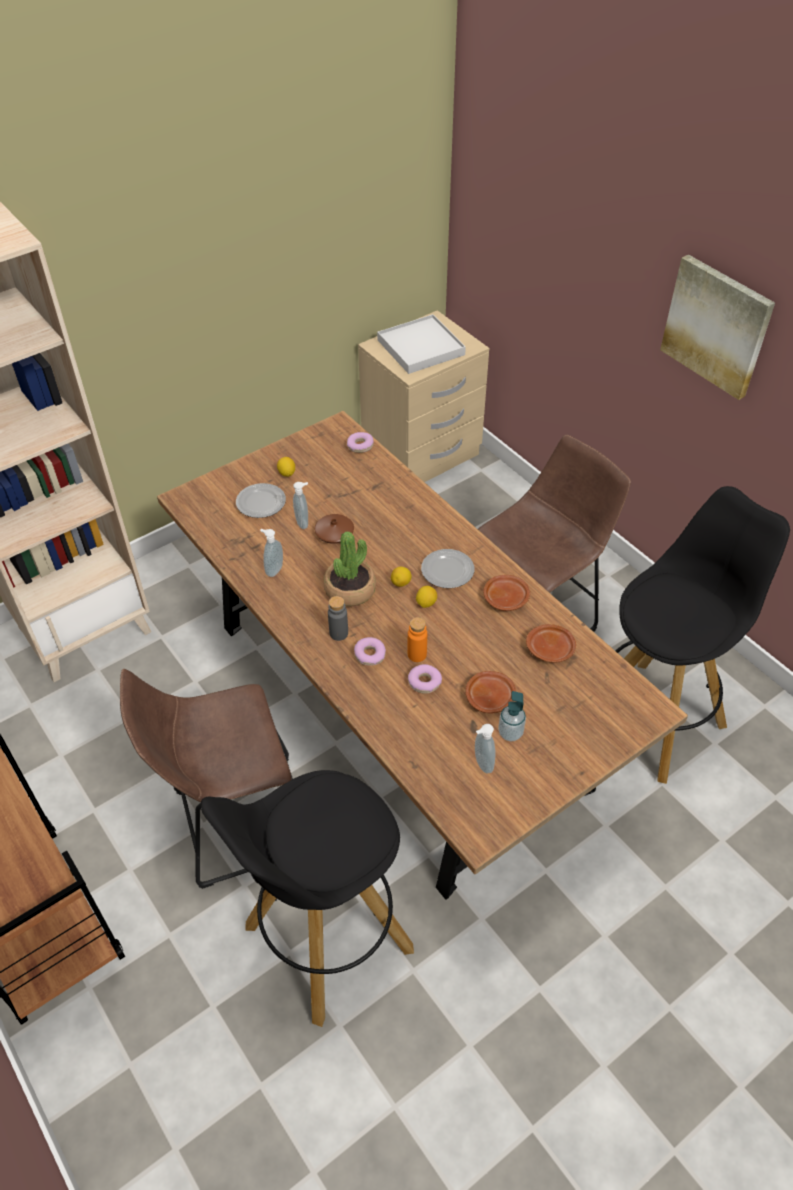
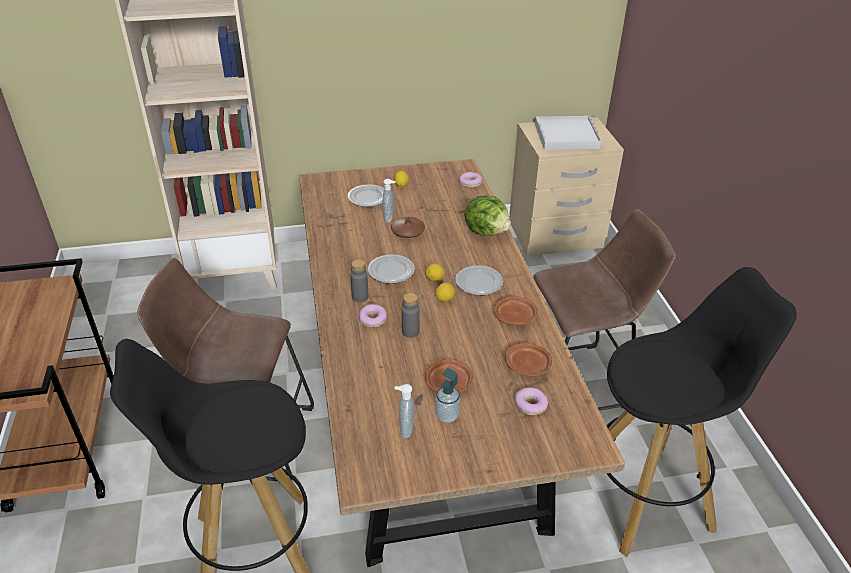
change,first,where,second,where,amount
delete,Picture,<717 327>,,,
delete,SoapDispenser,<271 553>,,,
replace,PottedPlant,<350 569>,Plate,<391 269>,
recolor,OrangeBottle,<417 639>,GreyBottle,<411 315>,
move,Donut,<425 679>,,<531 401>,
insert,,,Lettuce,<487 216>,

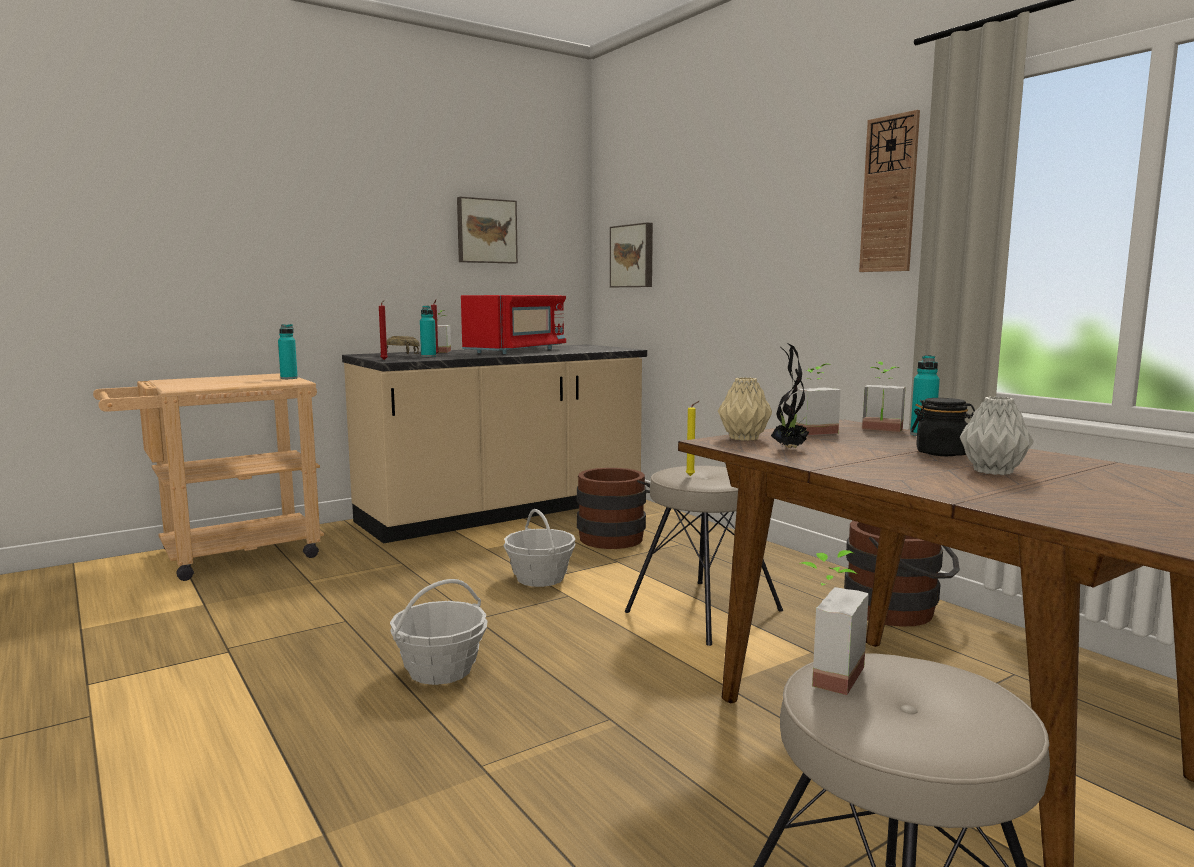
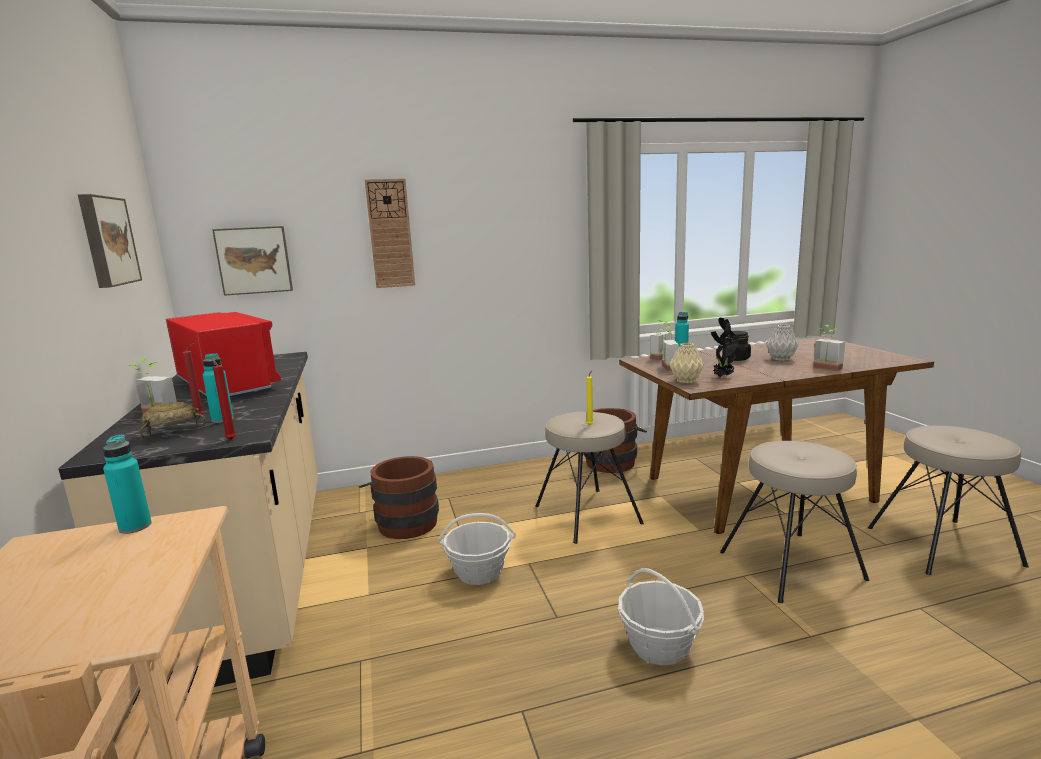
change,first,where,second,where,amount
move,WallClock,<889 191>,,<390 233>,
move,PottedPlant,<835 622>,,<829 348>,
insert,,,BeigeStool,<795 522>,

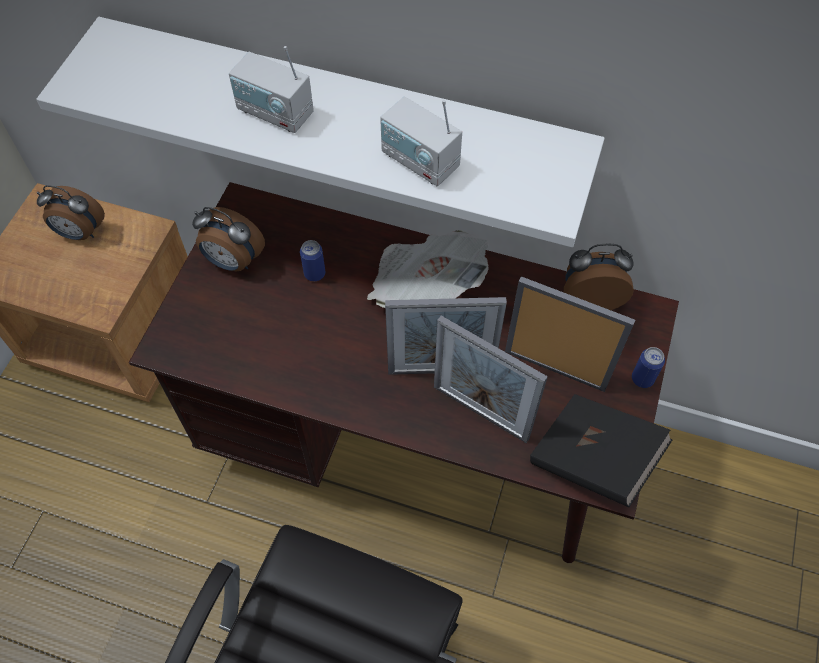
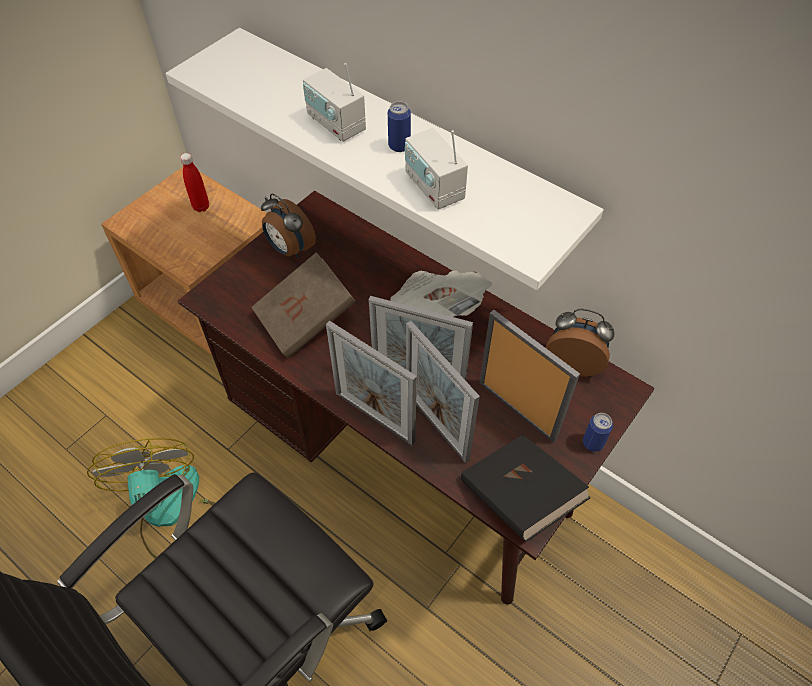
change,first,where,second,where,amount
replace,AlarmClock,<71 212>,RedBottle,<194 182>,
move,Can,<312 260>,,<399 126>,
insert,,,BrownBook,<303 305>,
insert,,,PictureFrame,<371 383>,
insert,,,Fan,<151 498>,

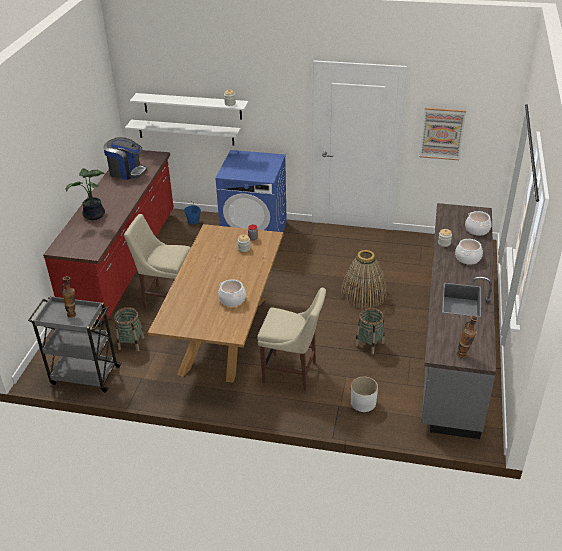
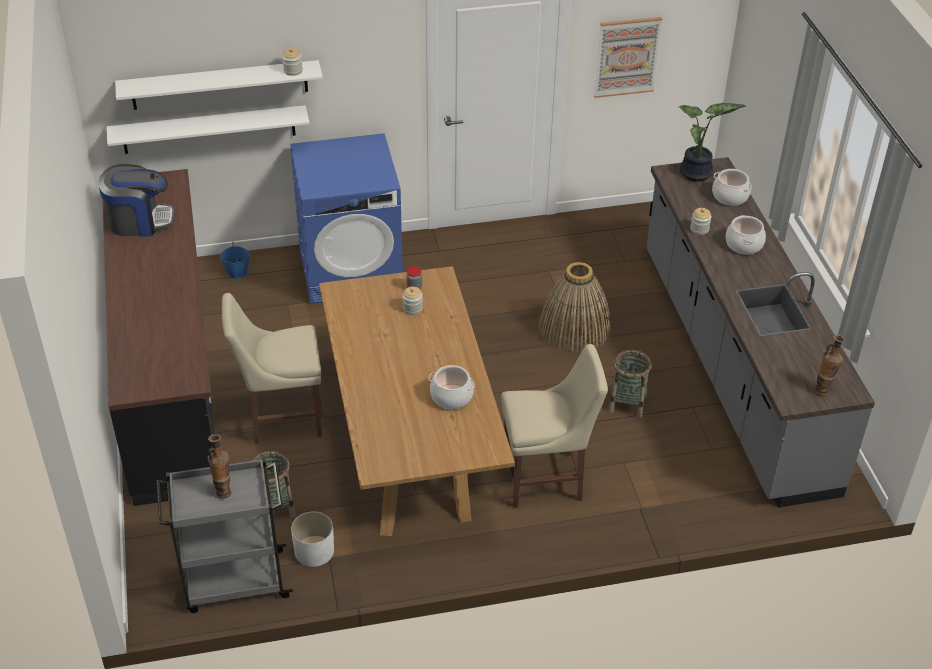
change,first,where,second,where,amount
recolor,RedCounter,<108 238>,BlackCounter,<158 337>,
move,PottedPlant,<85 194>,,<712 142>,
move,WhitePlanter,<364 394>,,<312 539>,

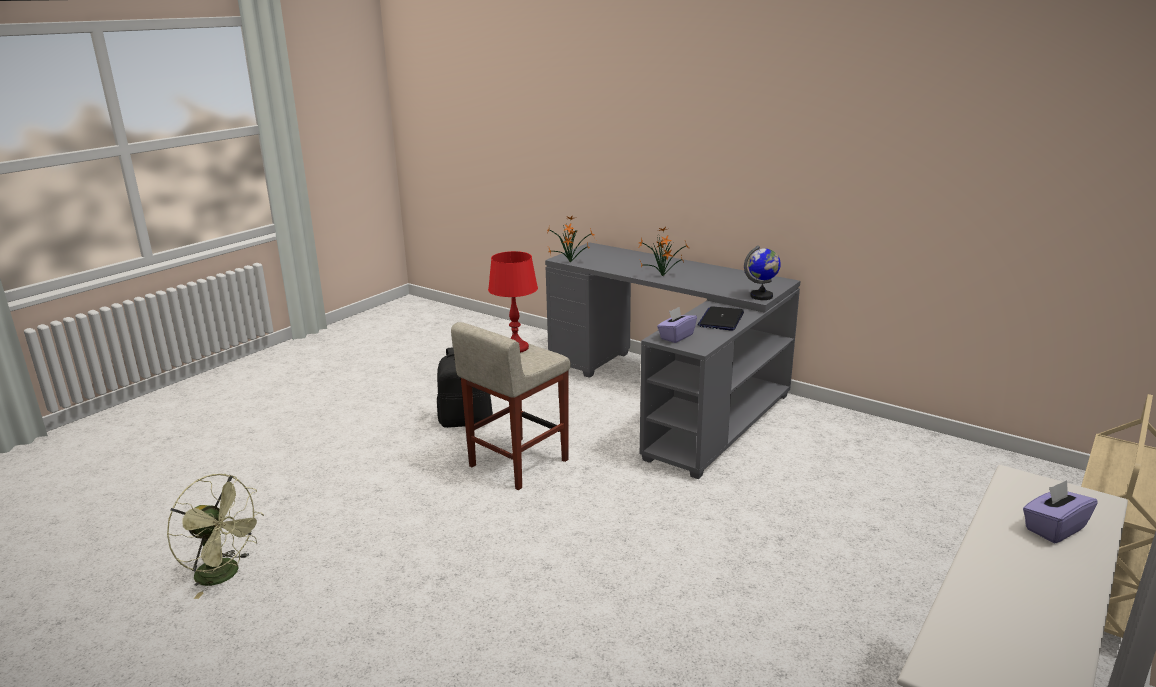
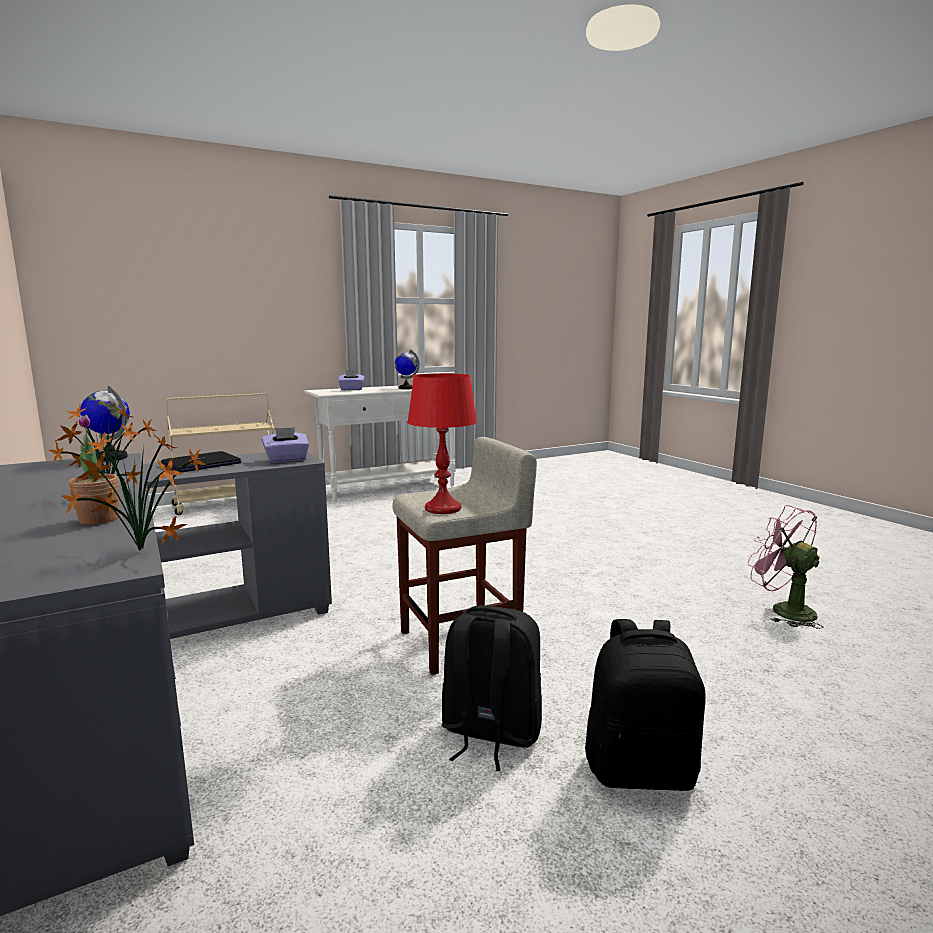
change,first,where,second,where,amount
recolor,GreenFan,<215 536>,PinkFan,<786 567>,
insert,,,Globe,<407 369>,
insert,,,PottedPlant,<94 470>,
insert,,,BlackBackpack,<645 705>,

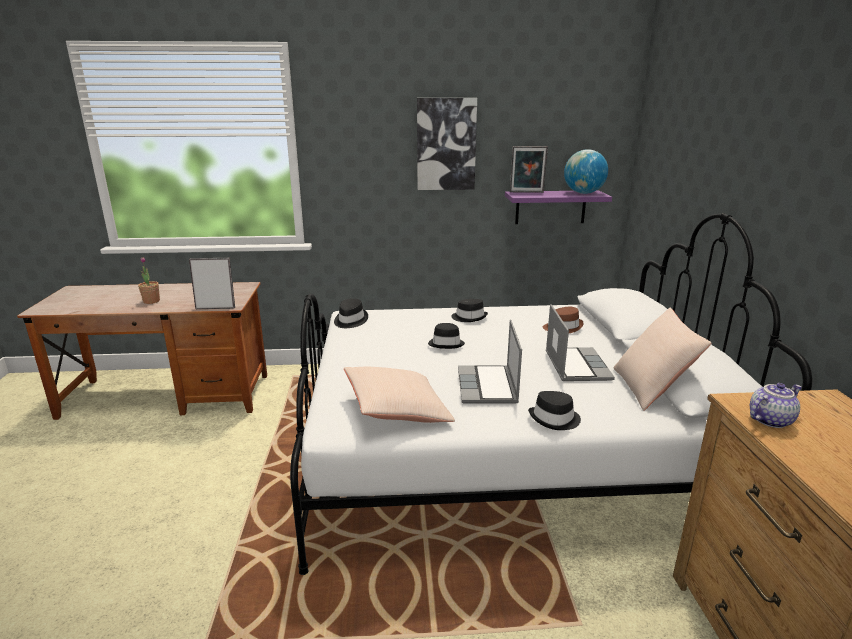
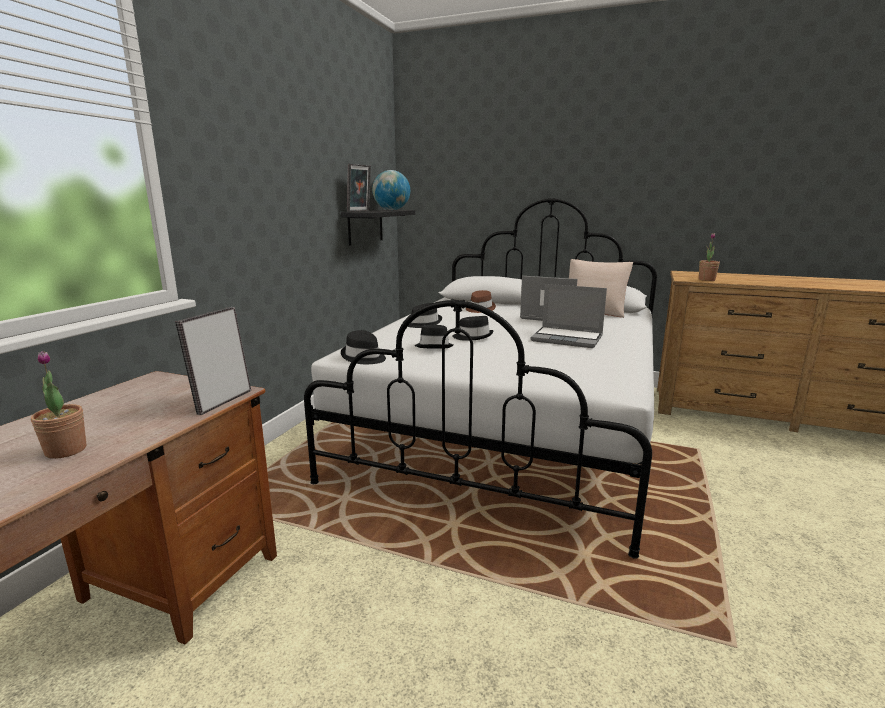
change,first,where,second,where,amount
delete,Picture,<447 144>,,,
recolor,PurpleShelf,<558 207>,BlackShelf,<378 228>,
delete,BeigePillow,<399 395>,,,
replace,Teapot,<776 405>,PottedPlant,<709 257>,
move,BlackHat,<554 410>,,<434 337>,

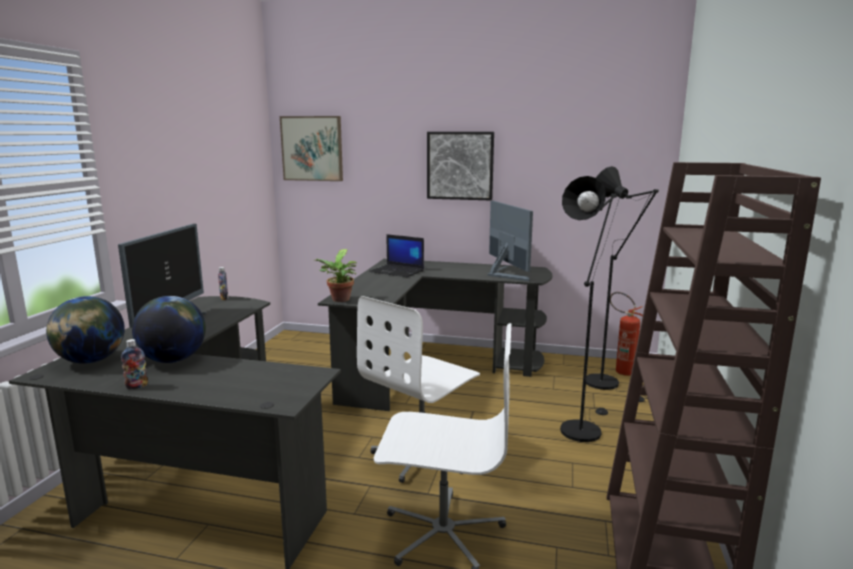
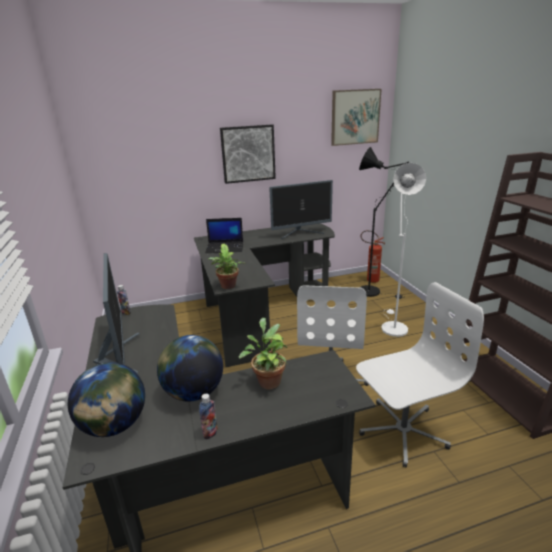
change,first,where,second,where,amount
move,Picture,<311 148>,,<356 117>,
recolor,BlackFloorLamp,<590 309>,WhiteFloorLamp,<403 250>,
rotate,Monitor,<510 241>,,<301 209>,120 degrees clockwise
insert,,,PottedPlant,<263 353>,

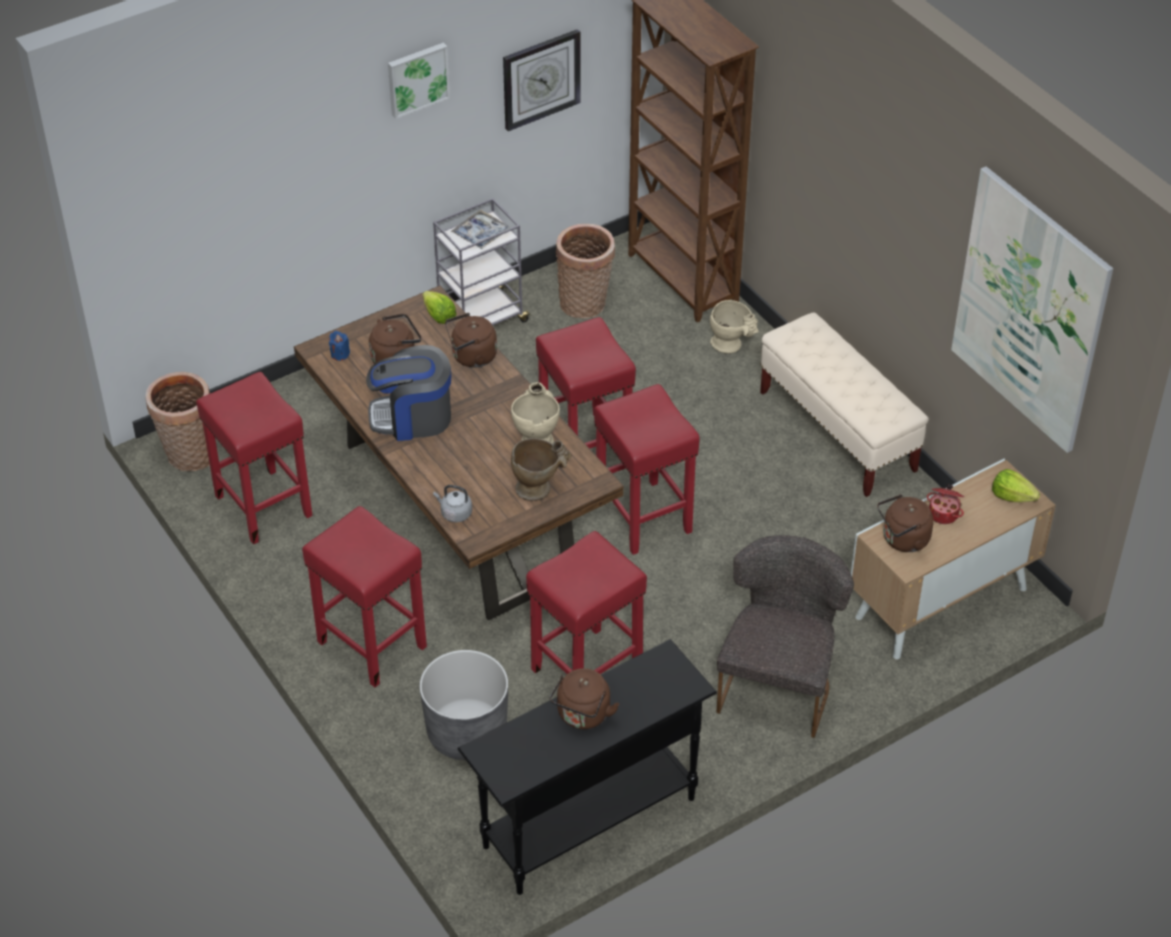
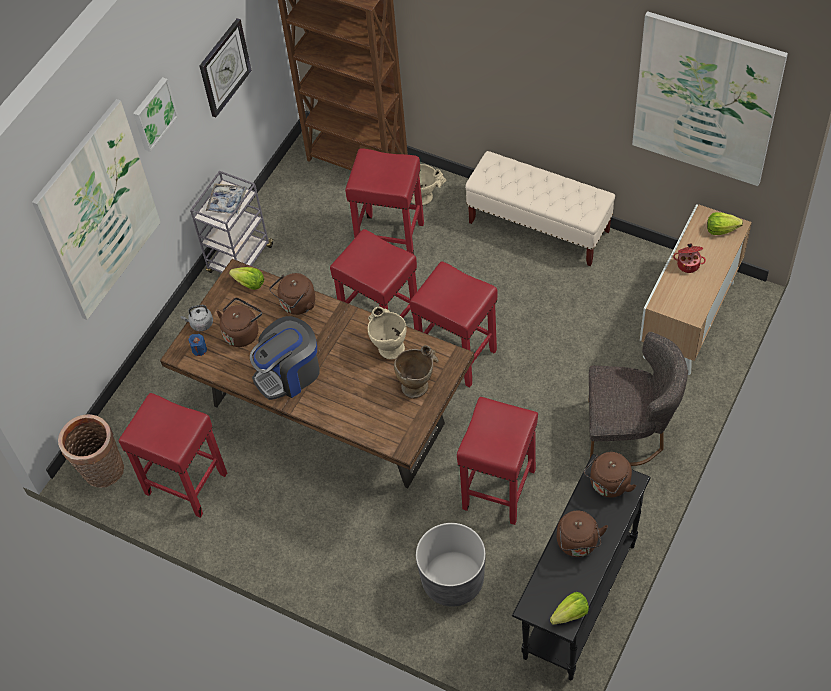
change,first,where,second,where,amount
delete,Basket,<585 271>,,,
move,GreyKettle,<452 503>,,<196 318>,
move,BrownKettle,<905 523>,,<610 474>,
move,RedStool,<364 596>,,<384 201>,
rotate,GreyChair,<785 636>,,<638 399>,105 degrees clockwise
insert,,,Picture,<96 209>,
insert,,,Lettuce,<569 608>,

